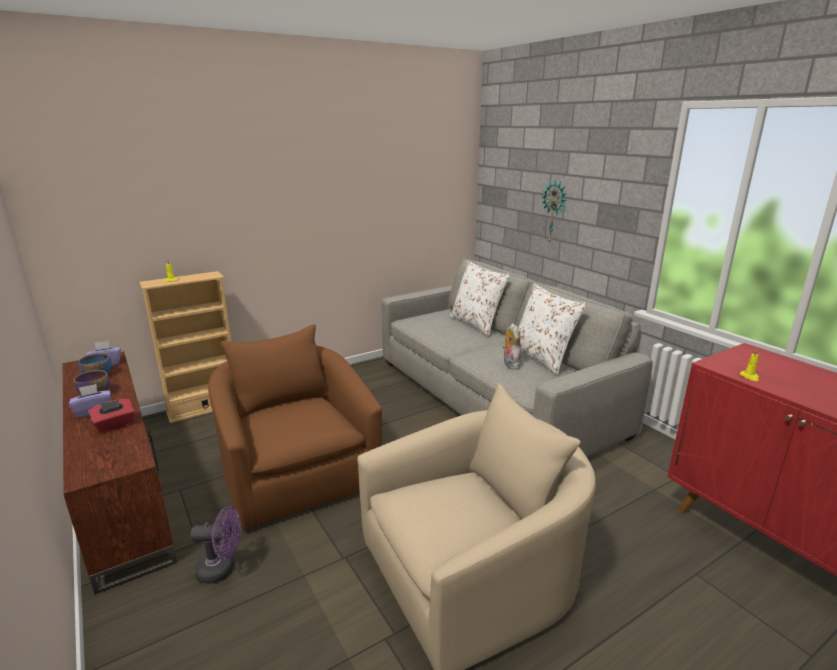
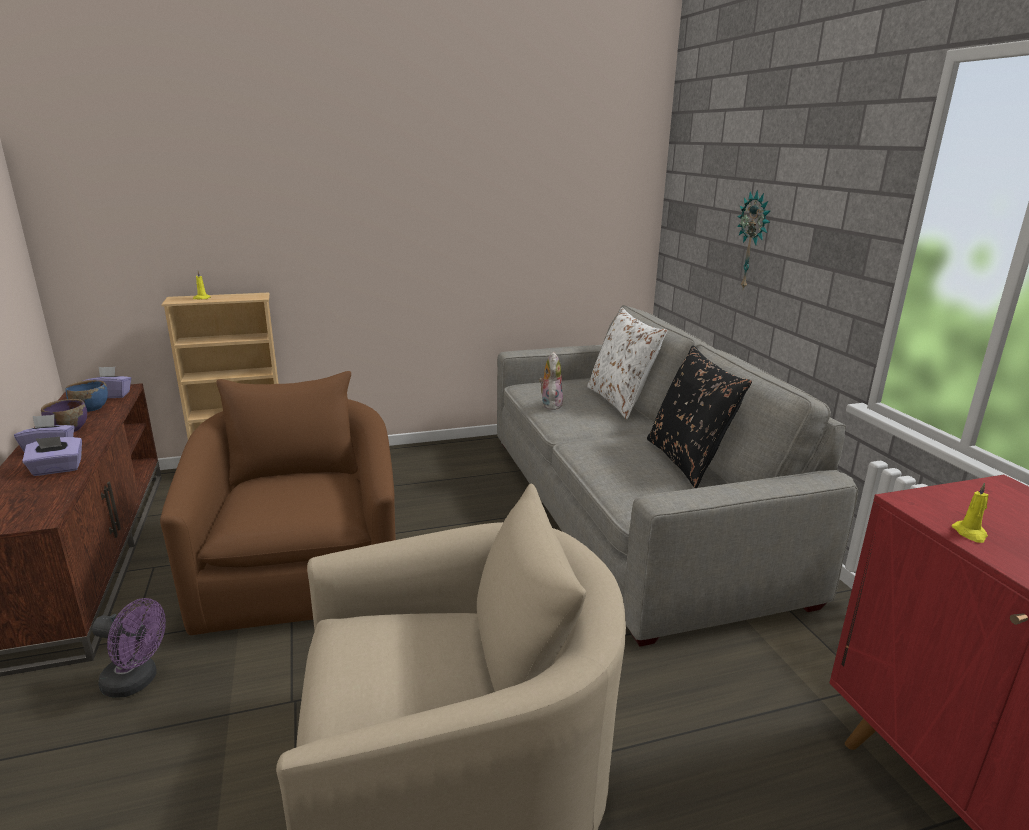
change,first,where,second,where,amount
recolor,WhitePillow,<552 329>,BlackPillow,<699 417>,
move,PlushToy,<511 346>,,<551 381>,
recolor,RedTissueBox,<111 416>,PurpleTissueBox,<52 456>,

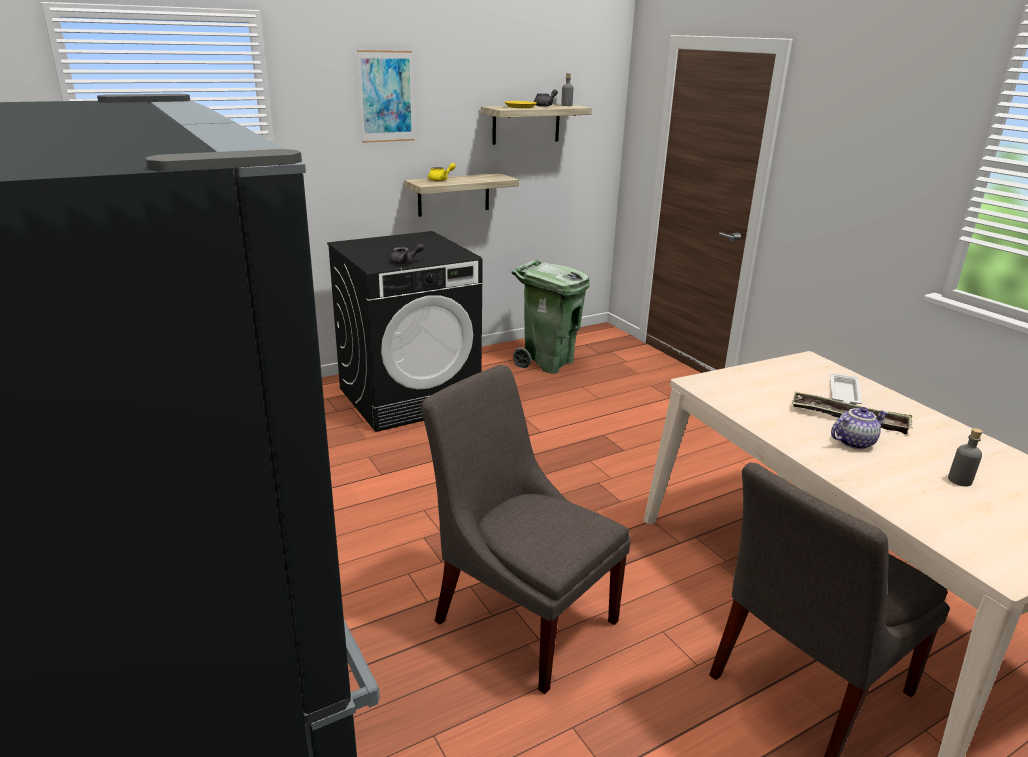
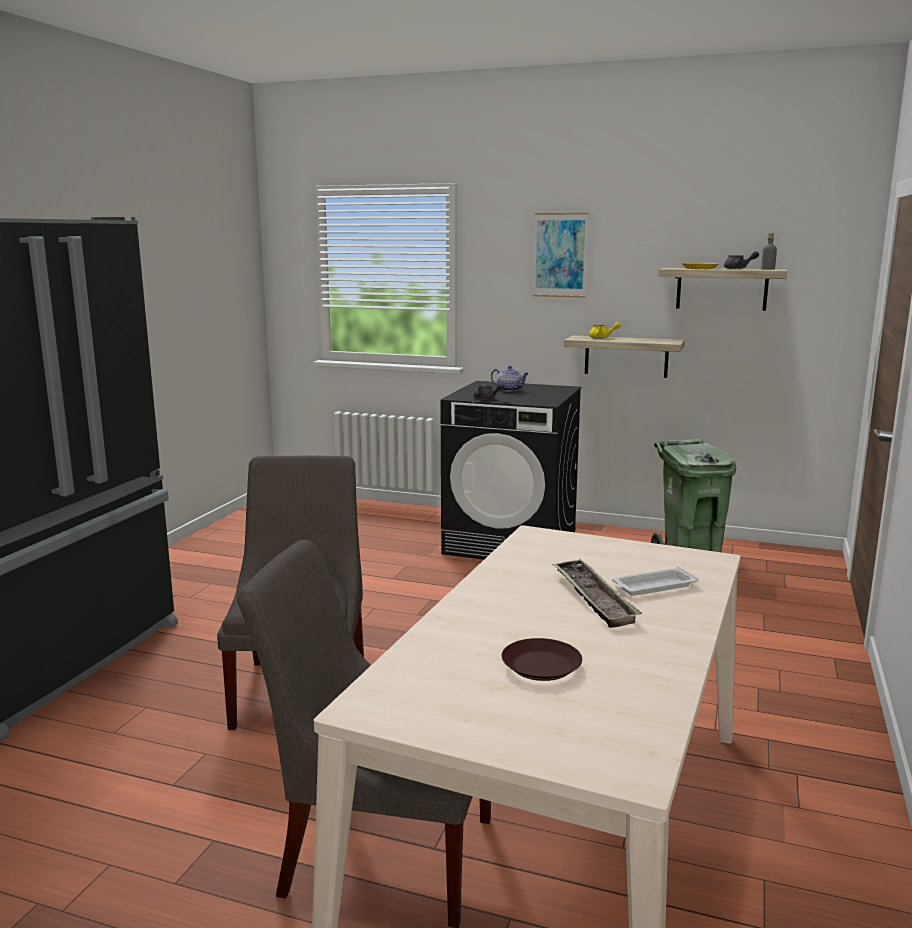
change,first,where,second,where,amount
move,Teapot,<859 428>,,<510 379>,
replace,GreyBottle,<965 457>,BrownPlate,<542 659>,

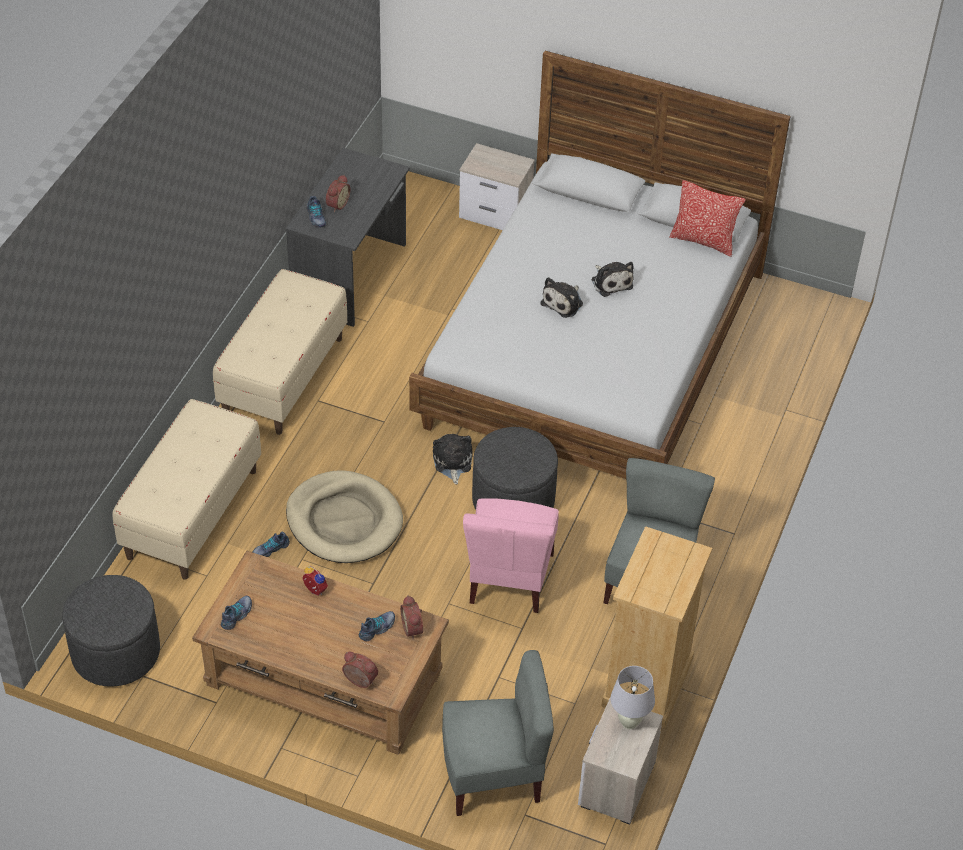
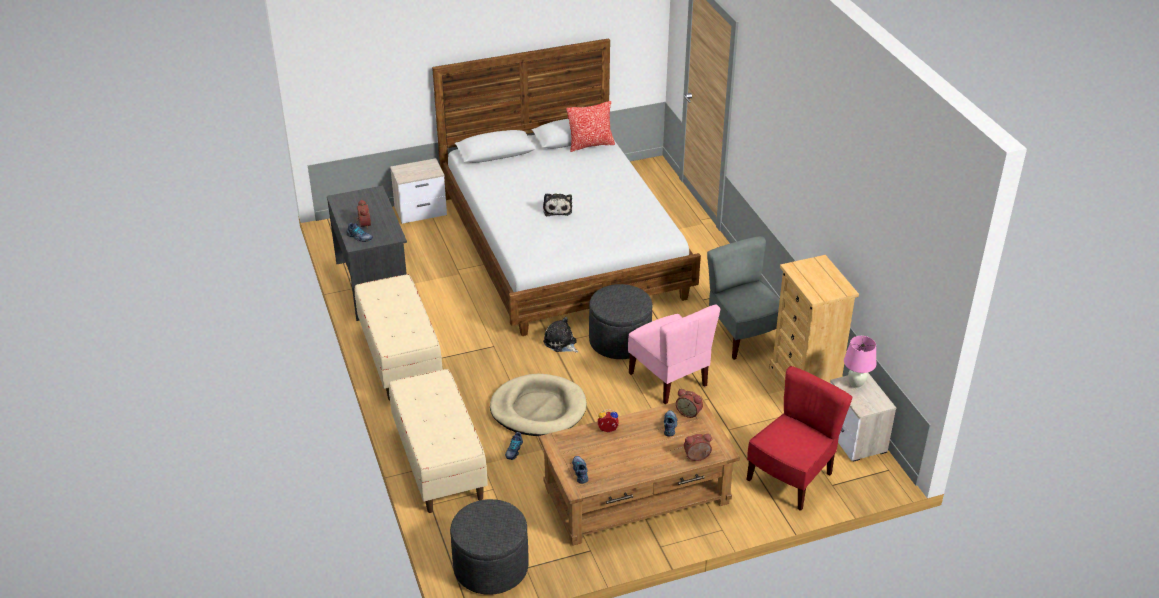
change,first,where,second,where,amount
delete,PlushToy,<612 279>,,,
recolor,GreyChair,<498 733>,RedChair,<799 438>,
recolor,WhiteTableLamp,<632 697>,PinkTableLamp,<860 362>,

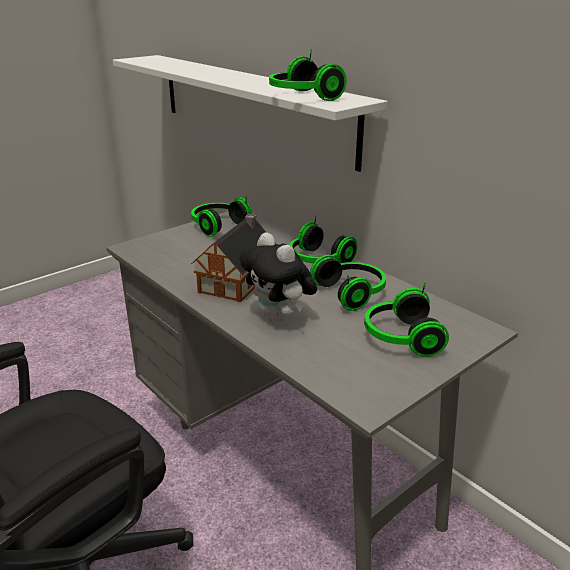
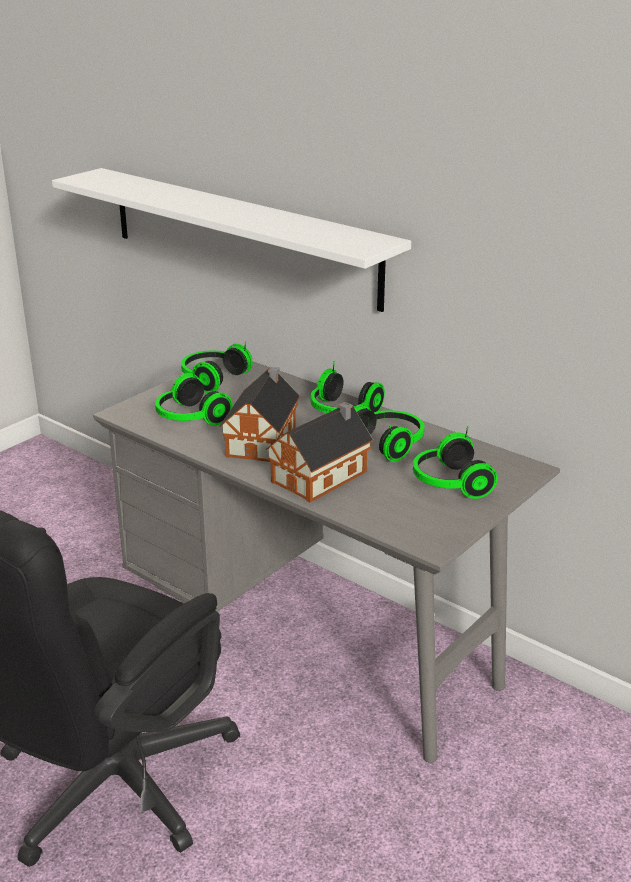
change,first,where,second,where,amount
move,Headphones,<308 75>,,<194 396>,
replace,PlushToy,<278 277>,ToyHouse,<319 452>,

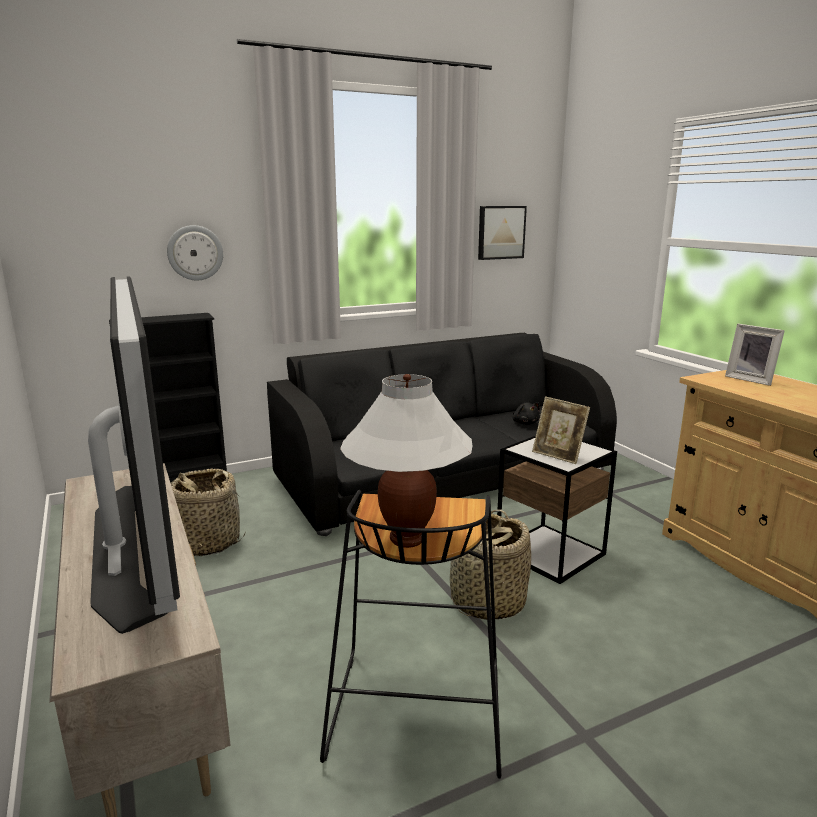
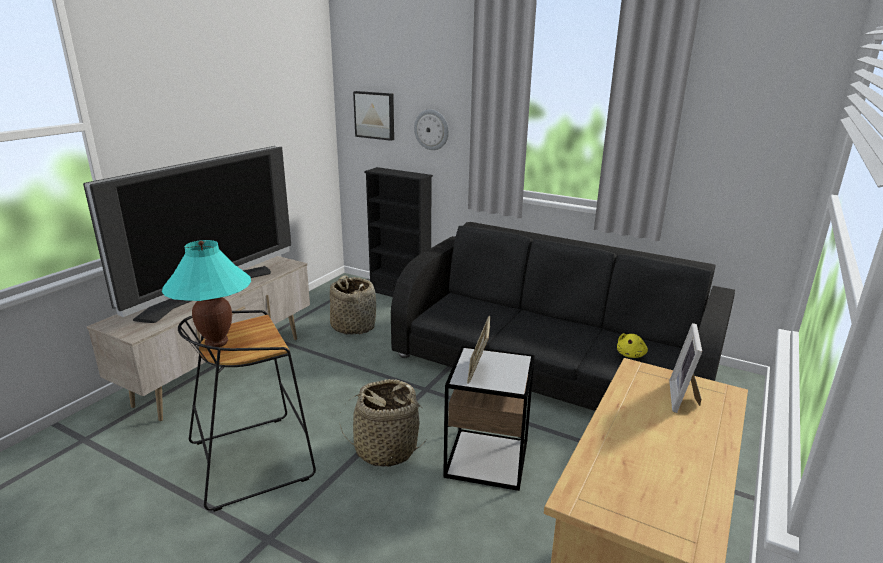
change,first,where,second,where,amount
move,Picture,<502 233>,,<373 116>,
recolor,WhiteTableLamp,<406 461>,TurquoiseTableLamp,<206 293>,
recolor,BlackPlushToy,<526 413>,YellowPlushToy,<632 345>,

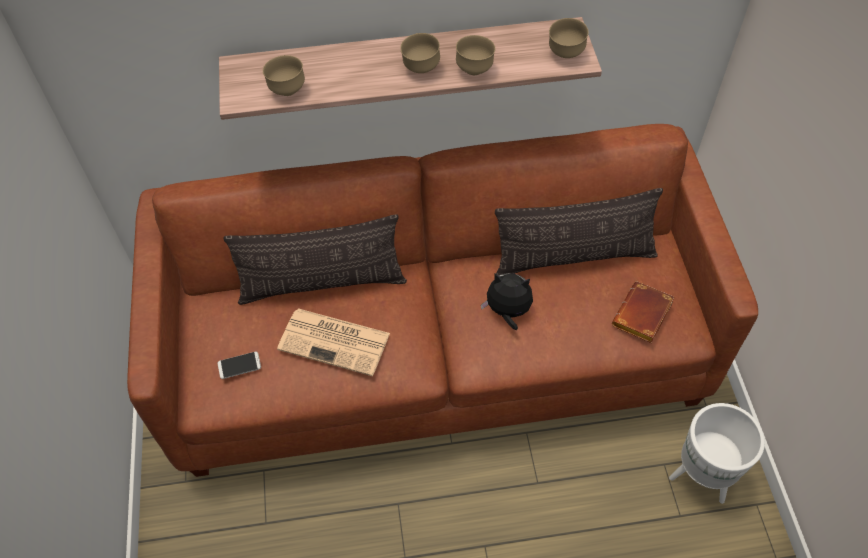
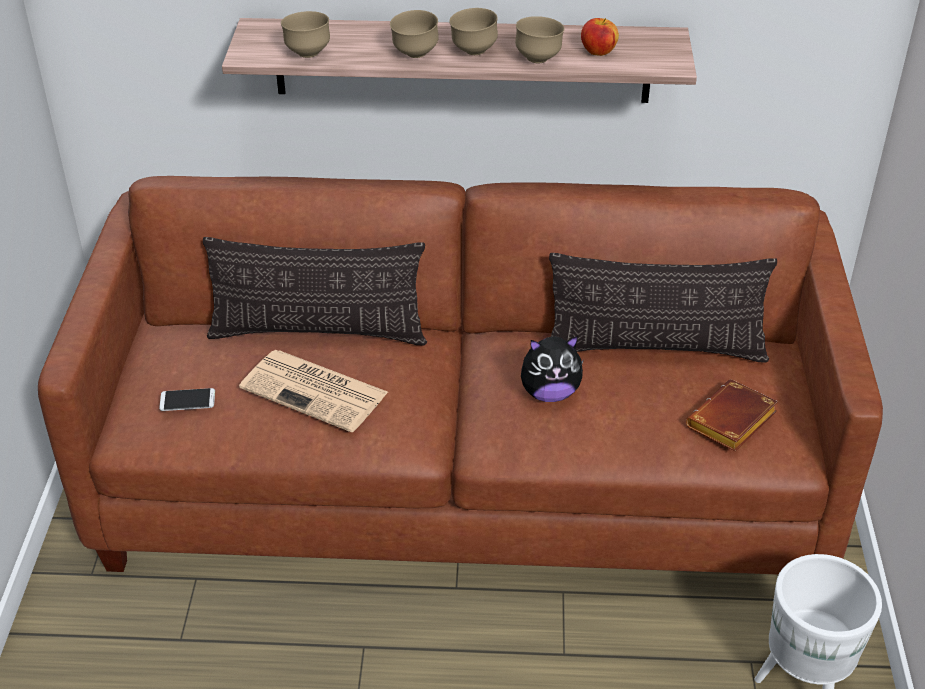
change,first,where,second,where,amount
move,BrownBowl,<569 38>,,<414 34>,
rotate,PlushToy,<507 301>,,<552 369>,150 degrees clockwise
insert,,,Apple,<600 37>,

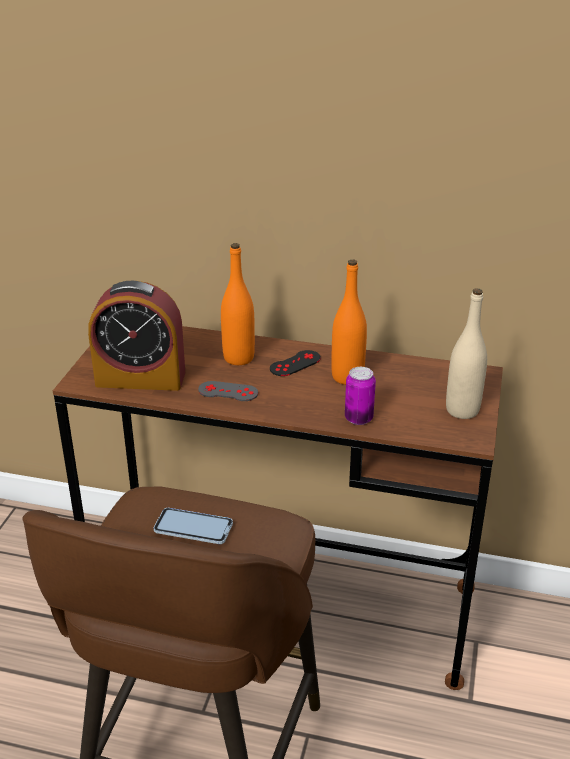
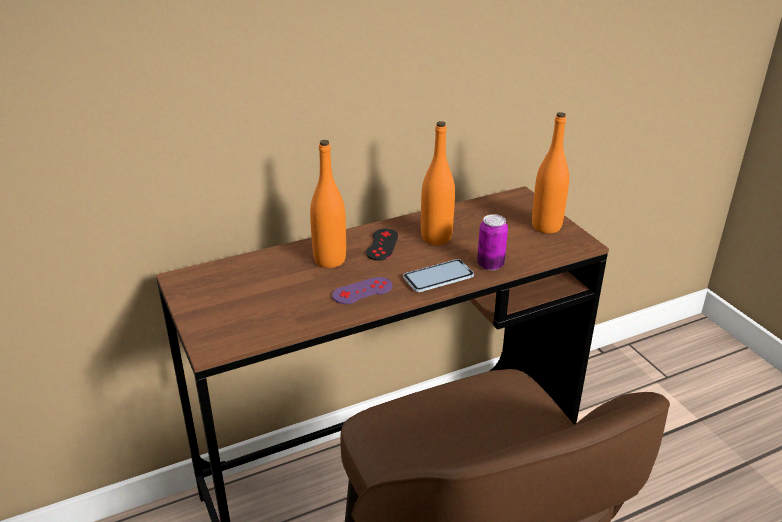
change,first,where,second,where,amount
delete,AlarmClock,<136 335>,,,
recolor,BeigeBottle,<466 353>,OrangeBottle,<550 173>,
recolor,GreyGameController,<228 391>,PurpleGameController,<362 290>,
move,Phone,<193 526>,,<438 275>,

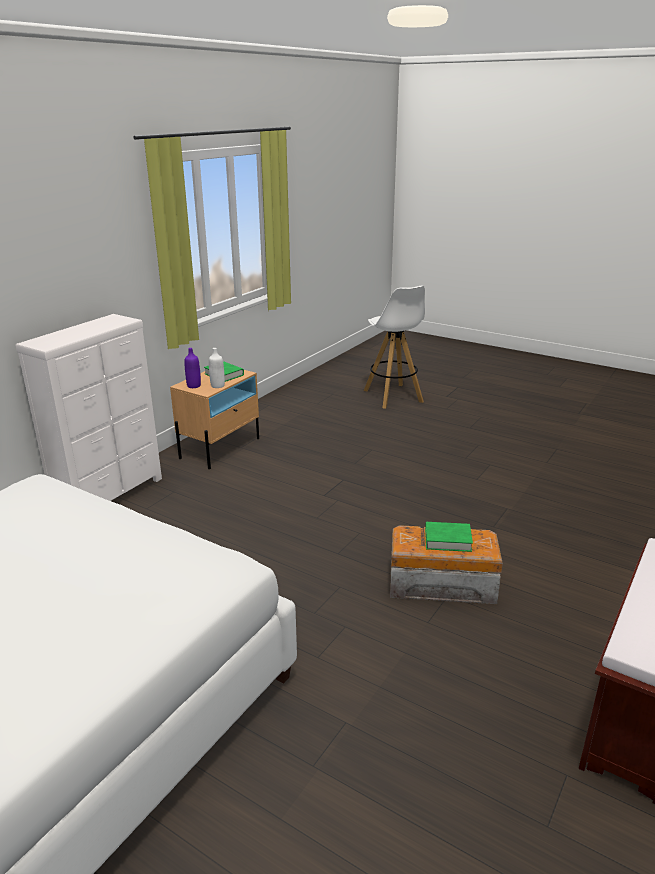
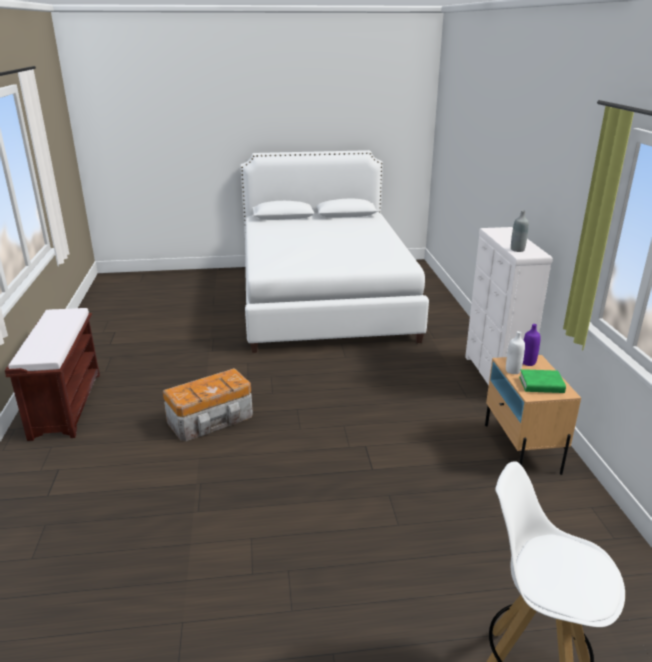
change,first,where,second,where,amount
delete,GreenBook,<449 537>,,,
insert,,,GreyBottle,<520 231>,

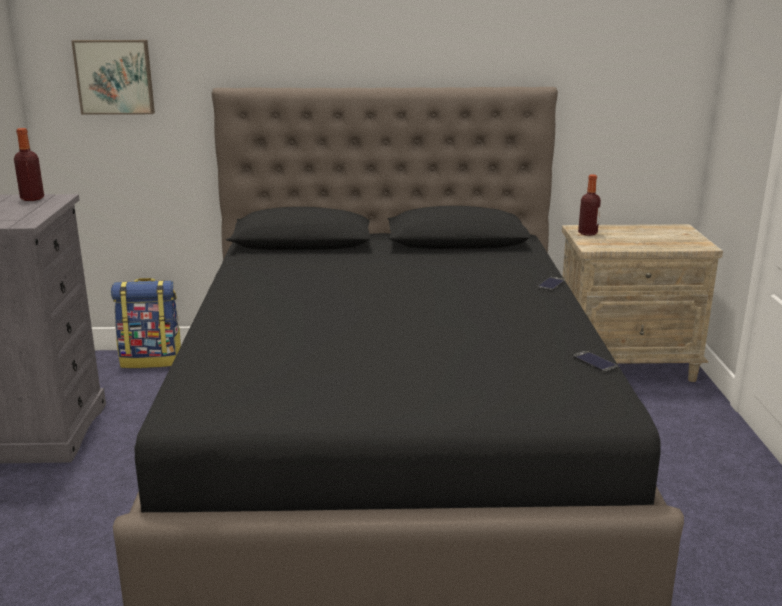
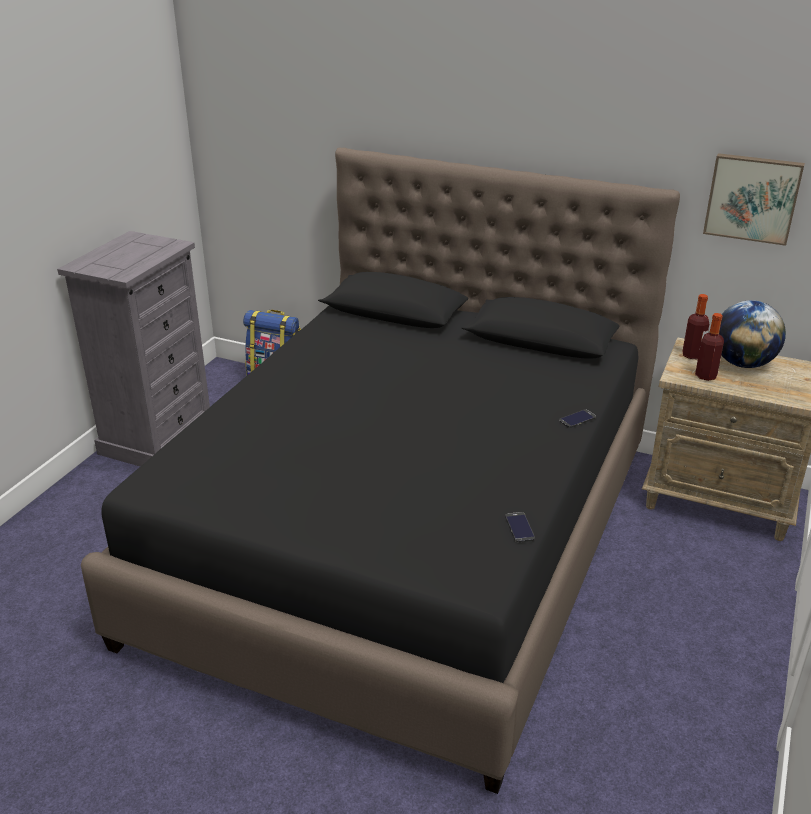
change,first,where,second,where,amount
move,Picture,<113 77>,,<754 199>,
move,Bottle,<29 164>,,<709 347>,
insert,,,Globe,<752 334>,

